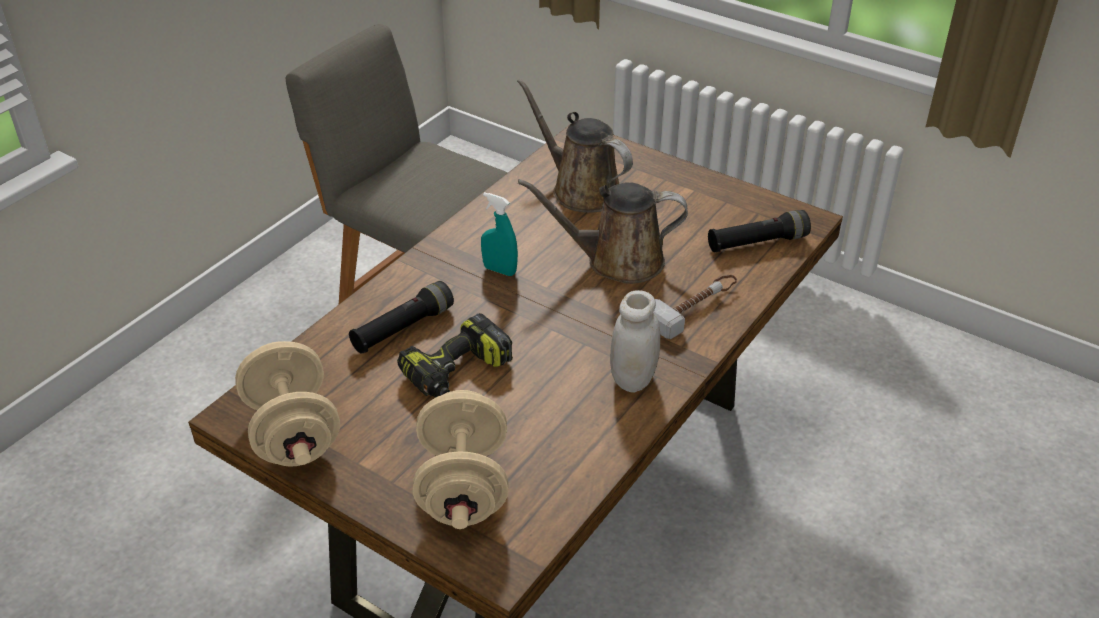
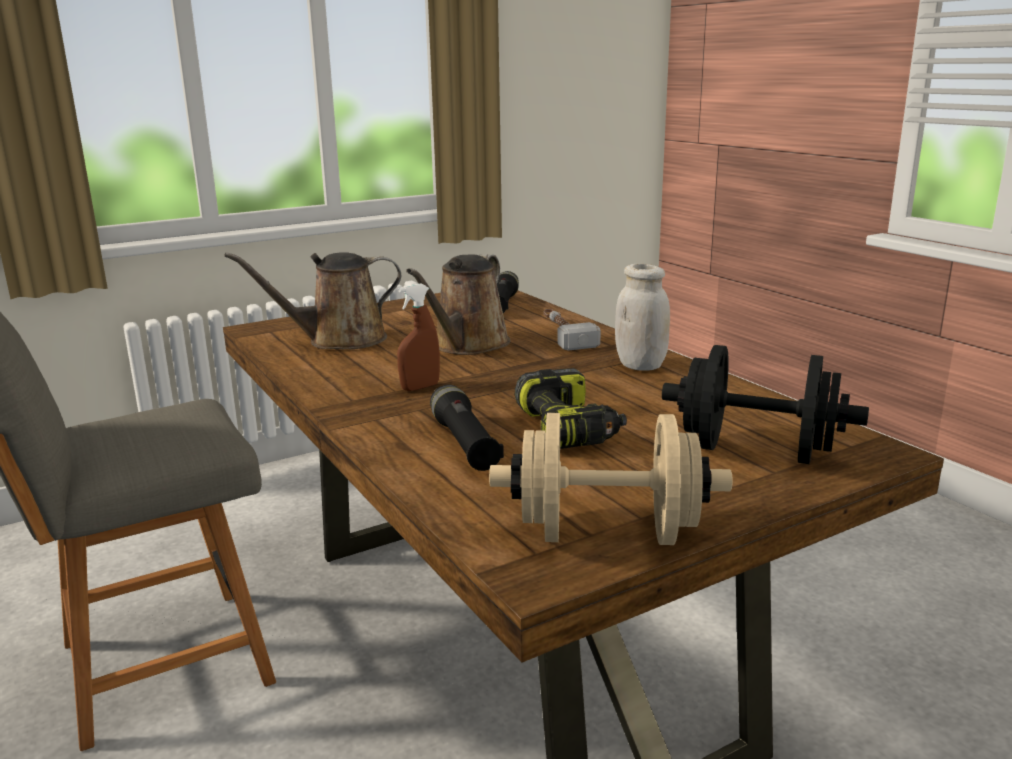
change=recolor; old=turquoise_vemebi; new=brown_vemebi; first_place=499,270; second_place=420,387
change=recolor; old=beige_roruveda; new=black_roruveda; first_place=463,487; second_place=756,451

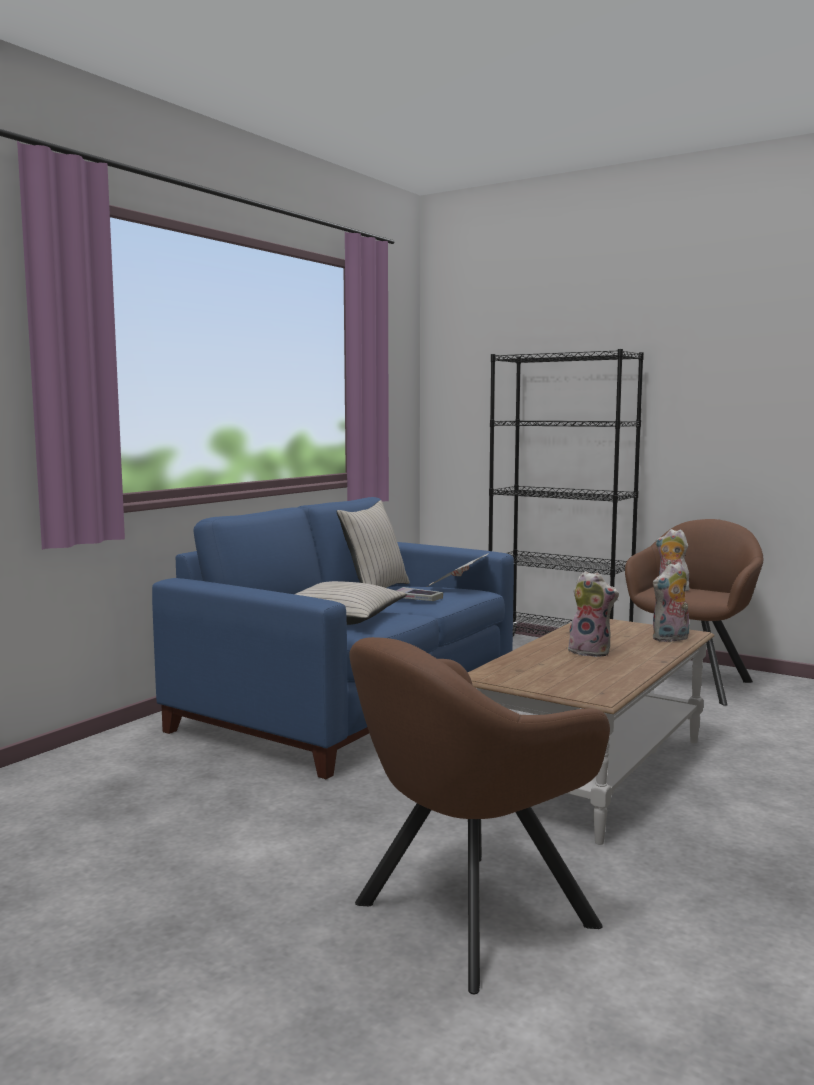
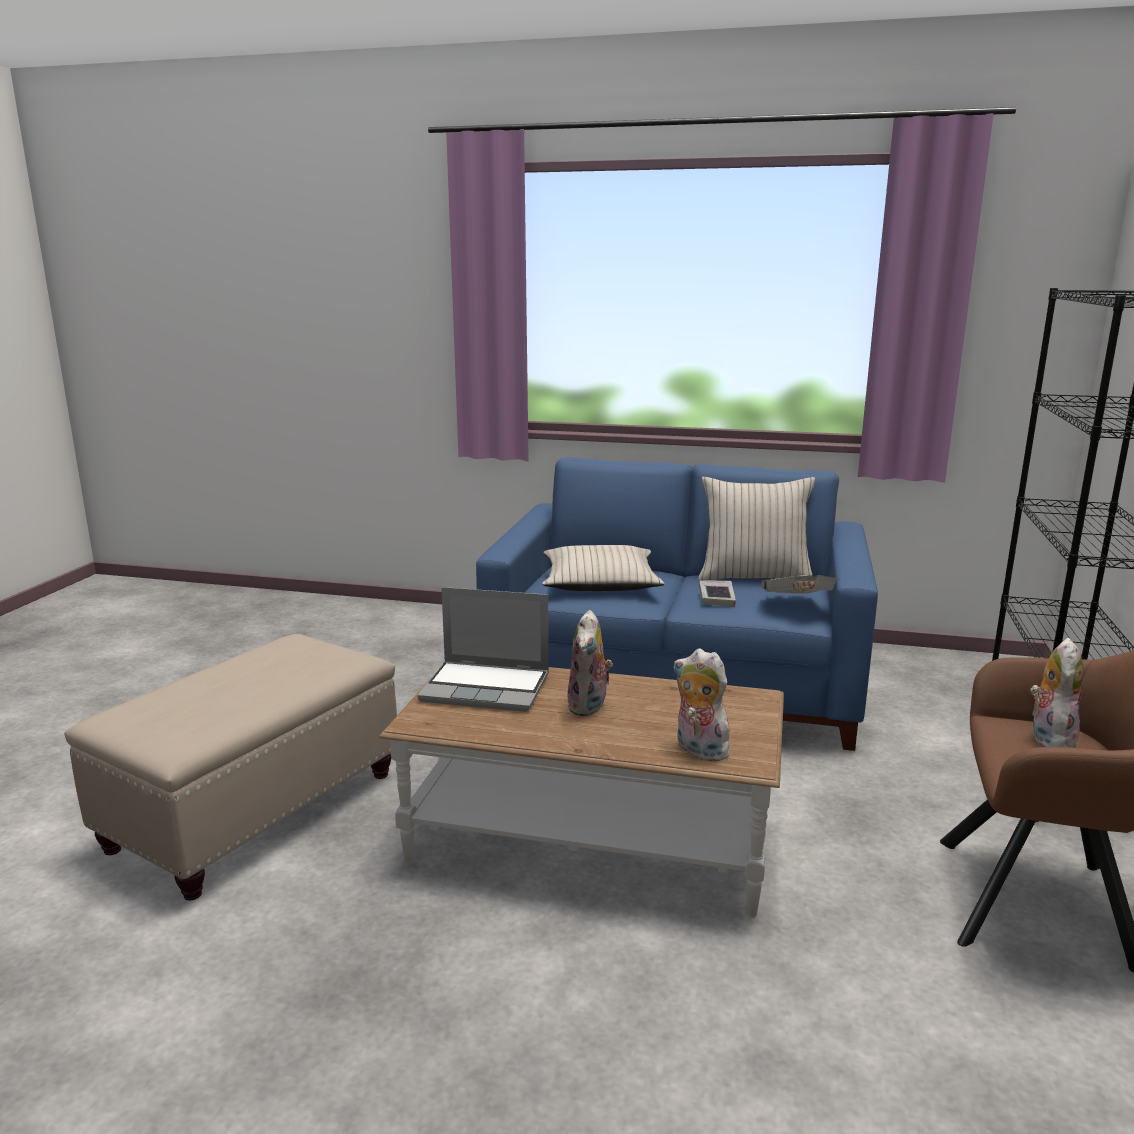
change=replace; old=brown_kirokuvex; new=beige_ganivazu; first_place=463,919; second_place=257,809
change=insert; new=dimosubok; second_place=488,688

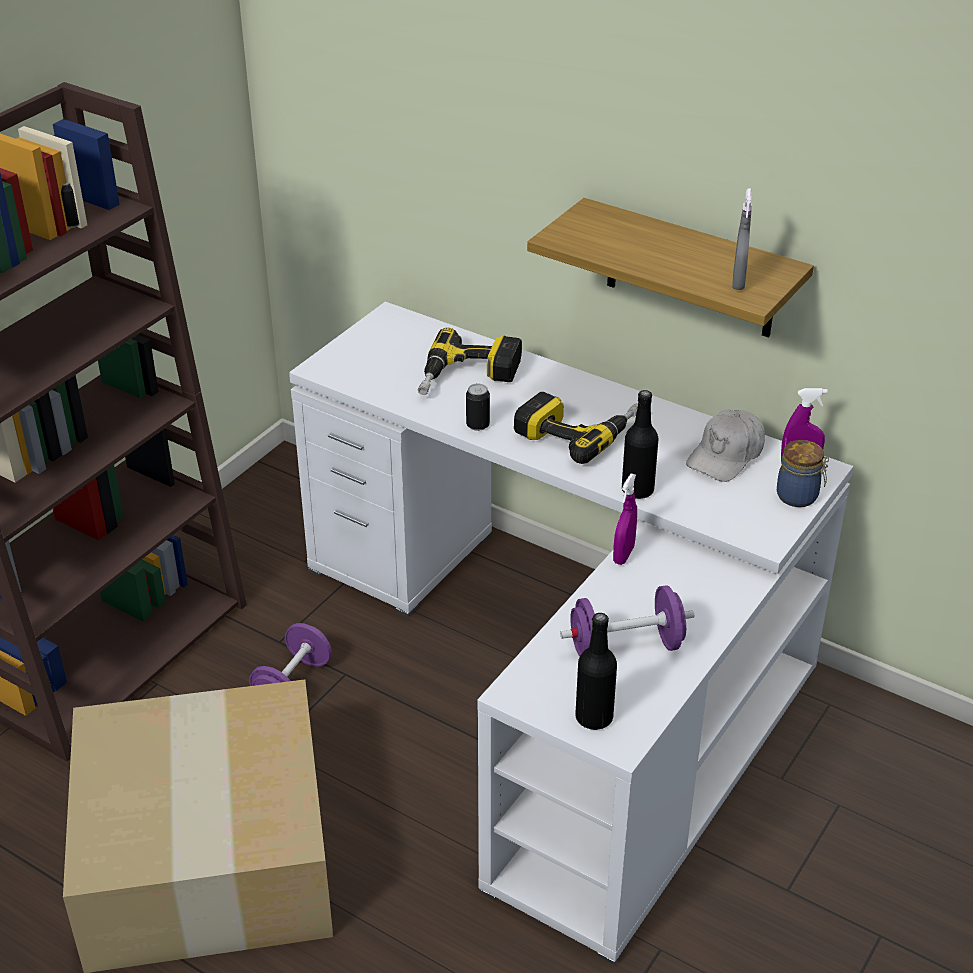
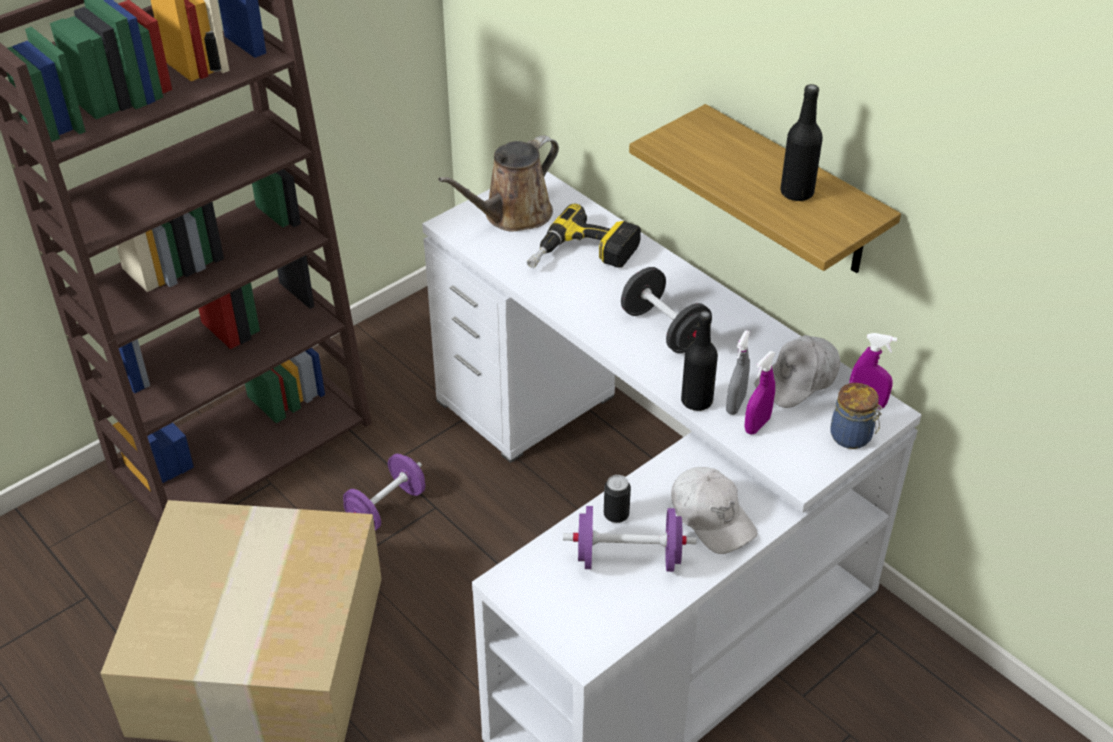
change=move; old=grey_vemebi; first_place=738,282; second_place=735,404
change=move; old=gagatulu; first_place=478,425; second_place=616,515
change=replace; old=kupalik; new=black_roruveda; first_place=578,431; second_place=664,330
change=move; old=purple_vemebi; first_place=623,555; second_place=757,425
change=move; old=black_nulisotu; first_place=594,717; second_place=797,193
change=insert; new=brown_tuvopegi; second_place=512,215
change=insert; new=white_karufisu; second_place=712,517

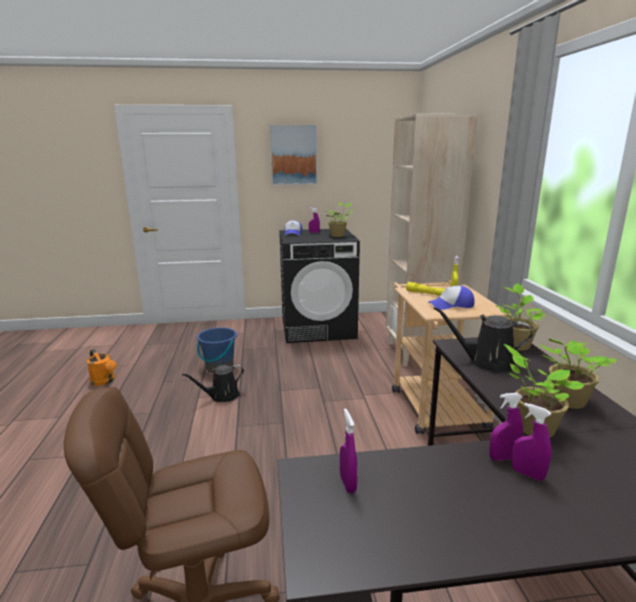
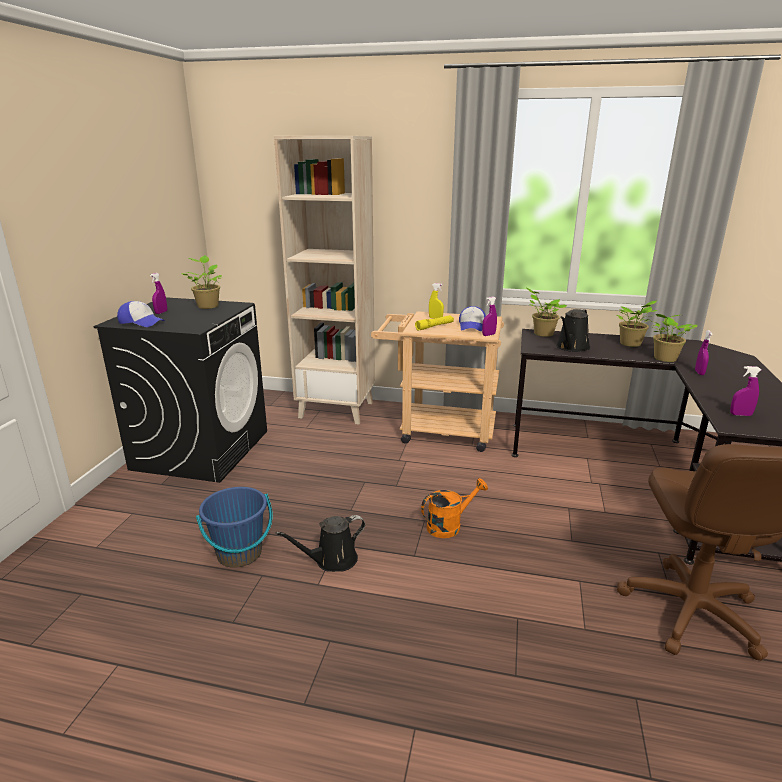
change=delete; old=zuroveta; first_place=293,155
change=move; old=orange_tuvopegi; first_place=105,381; second_place=449,525
change=rotate; old=black_tuvopegi; first_place=222,396; second_place=332,560; degrees=75
change=move; old=purple_vemebi; first_place=527,474; second_place=488,335

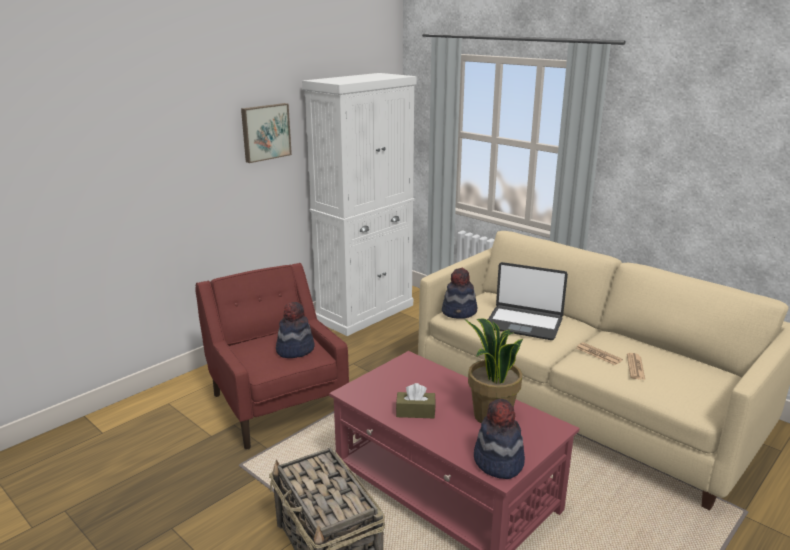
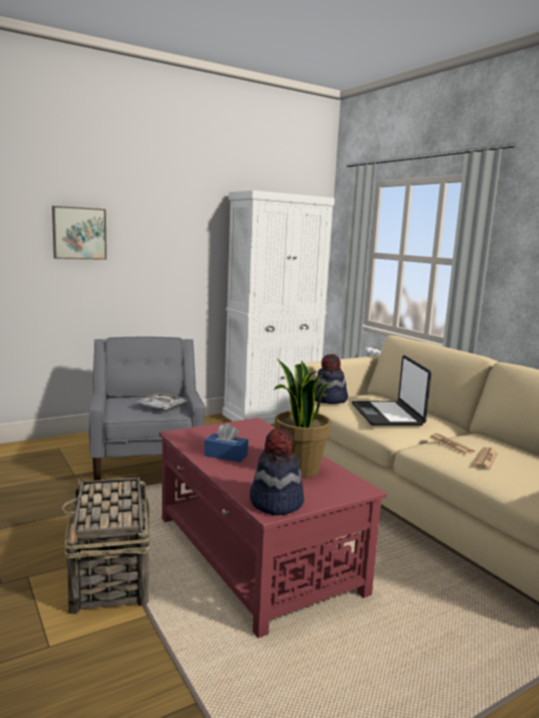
change=move; old=zuroveta; first_place=265,132; second_place=79,233
change=rotate; old=dimosubok; first_place=524,323; second_place=387,415; degrees=45
change=recolor; old=red_kirokuvex; new=grey_kirokuvex; first_place=277,404; second_place=146,463
change=replace; old=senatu; new=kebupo; first_place=295,349; second_place=161,406
change=recolor; old=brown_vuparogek; new=blue_vuparogek; first_place=415,412; second_place=226,455

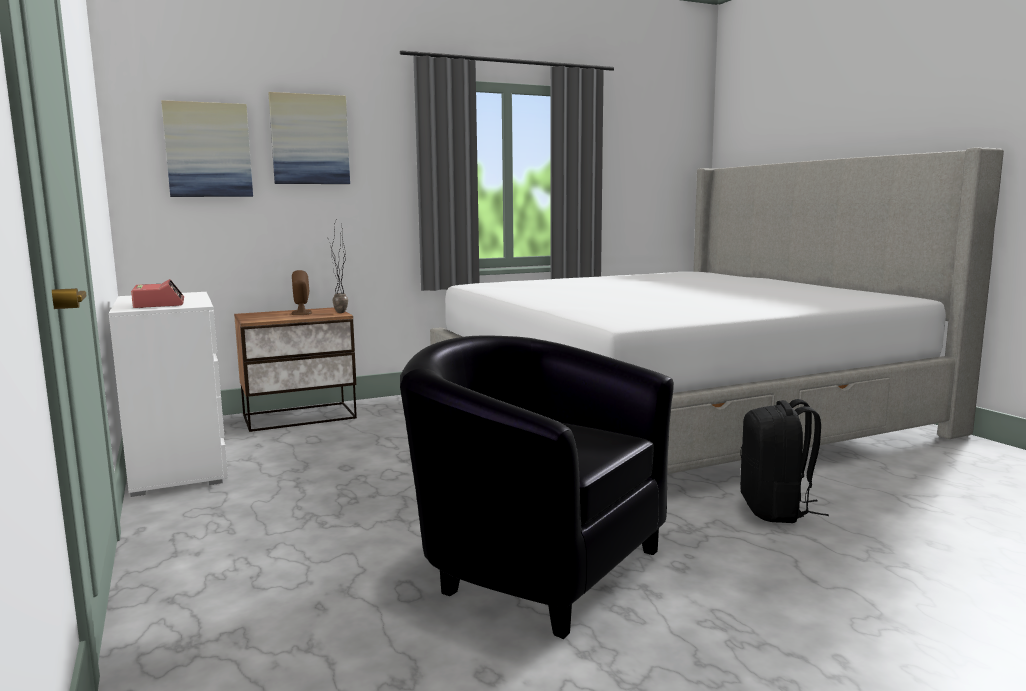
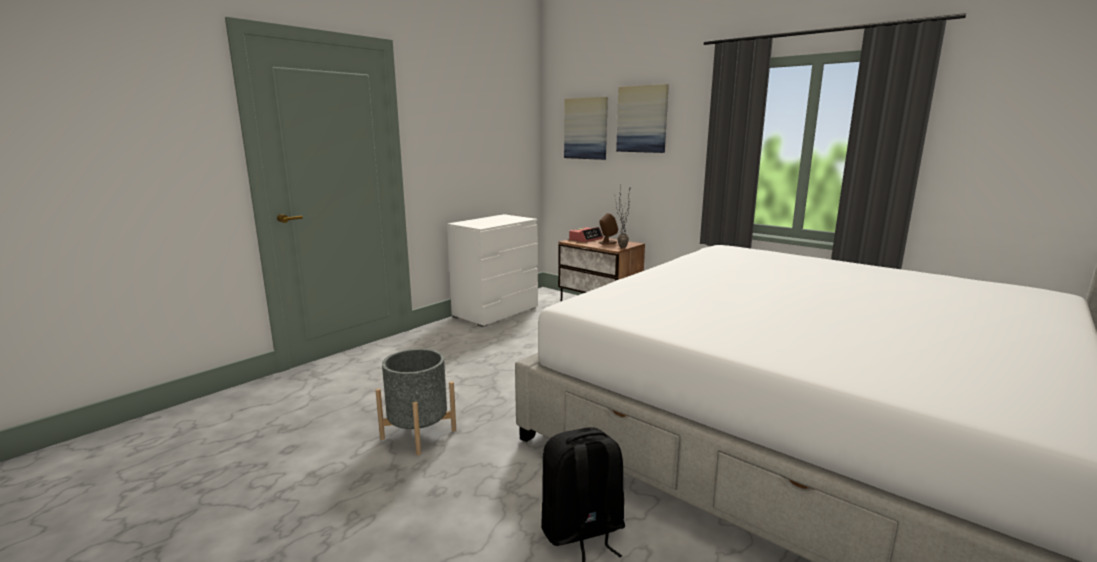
change=move; old=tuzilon; first_place=159,304; second_place=586,239
change=replace; old=black_kirokuvex; new=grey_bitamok; first_place=533,564; second_place=418,434

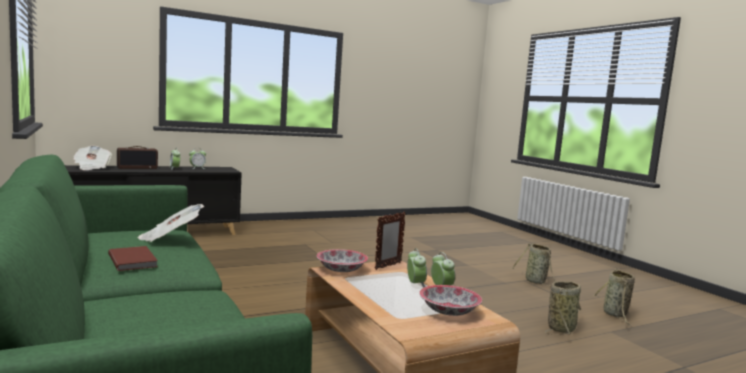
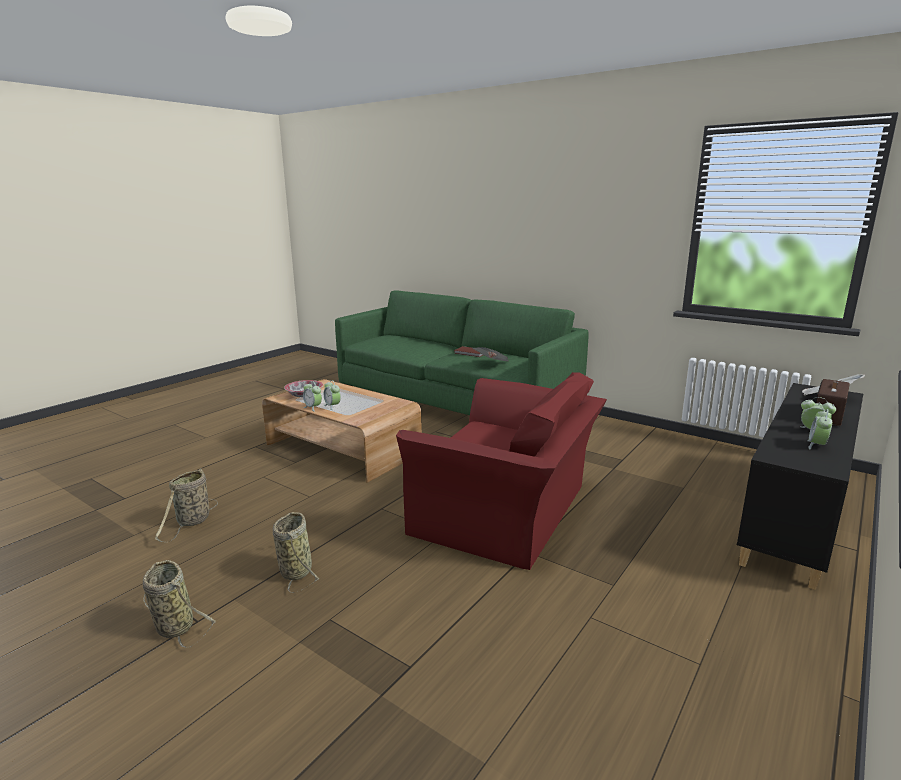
change=delete; old=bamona; first_place=387,266
change=delete; old=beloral; first_place=341,270
change=move; old=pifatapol; first_place=615,314; second_place=296,570
change=insert; new=red_kirokuvex; second_place=509,512

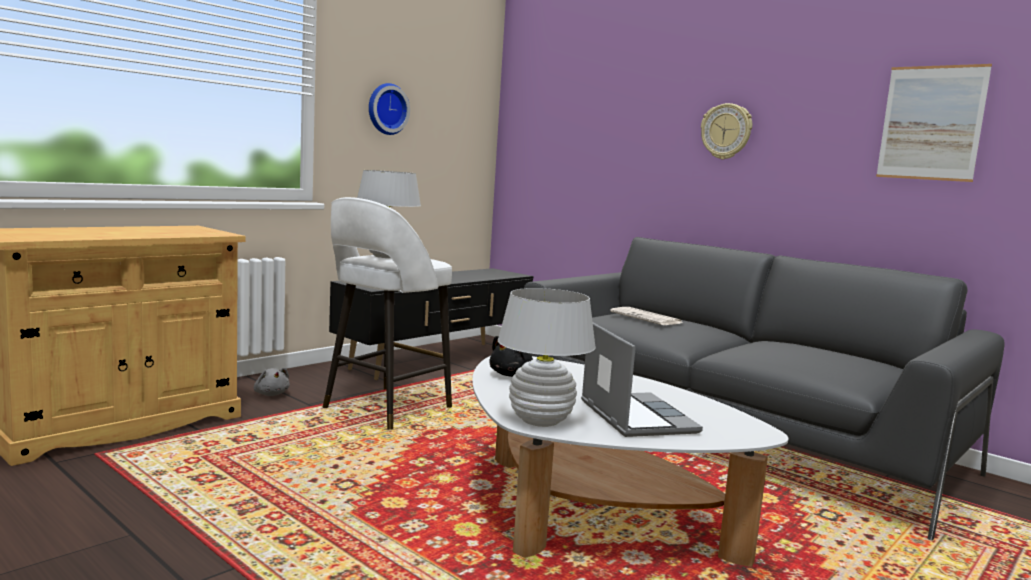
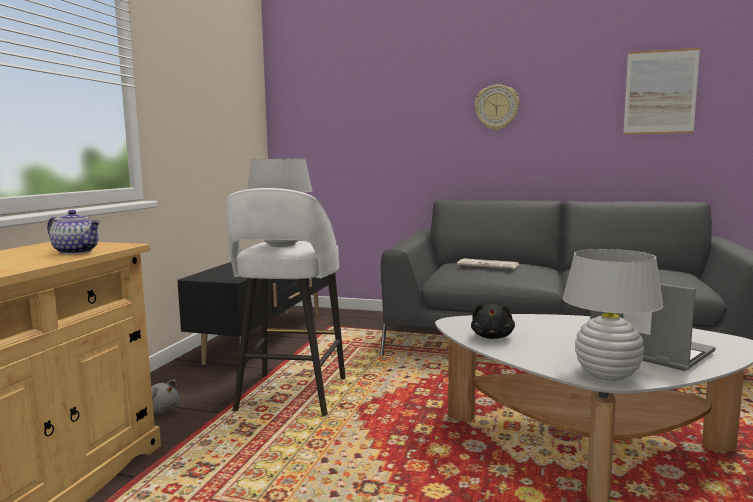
change=delete; old=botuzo; first_place=386,109
change=insert; new=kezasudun; second_place=77,252

